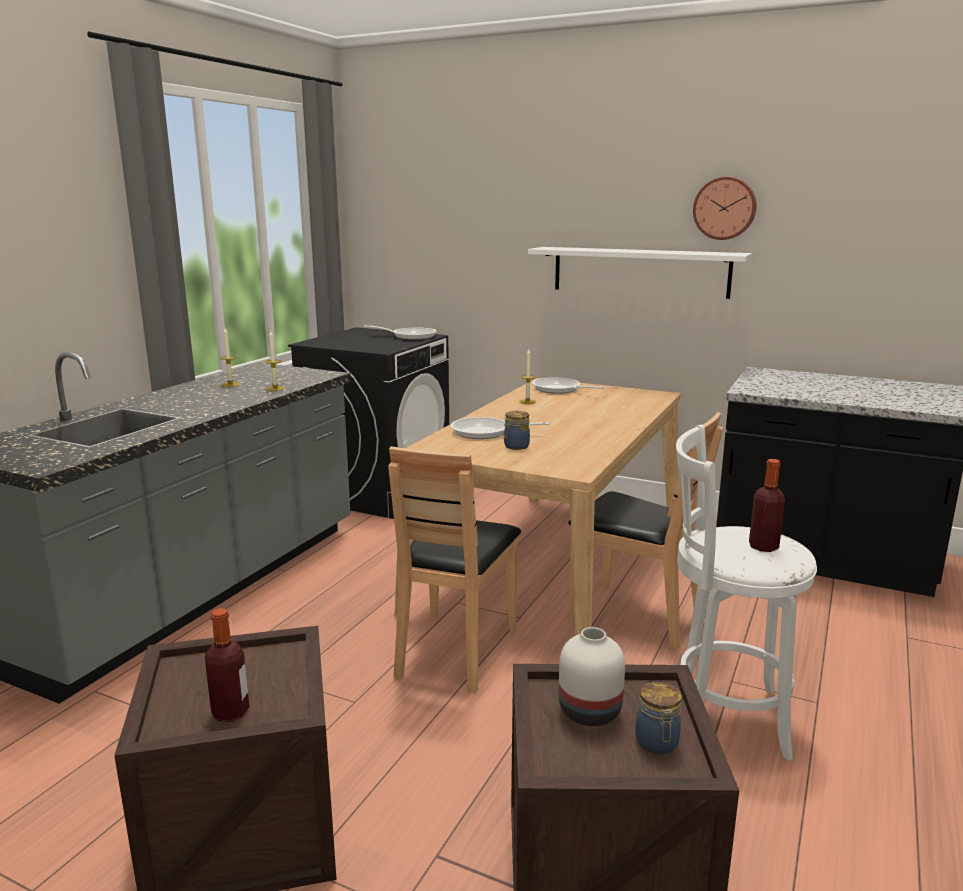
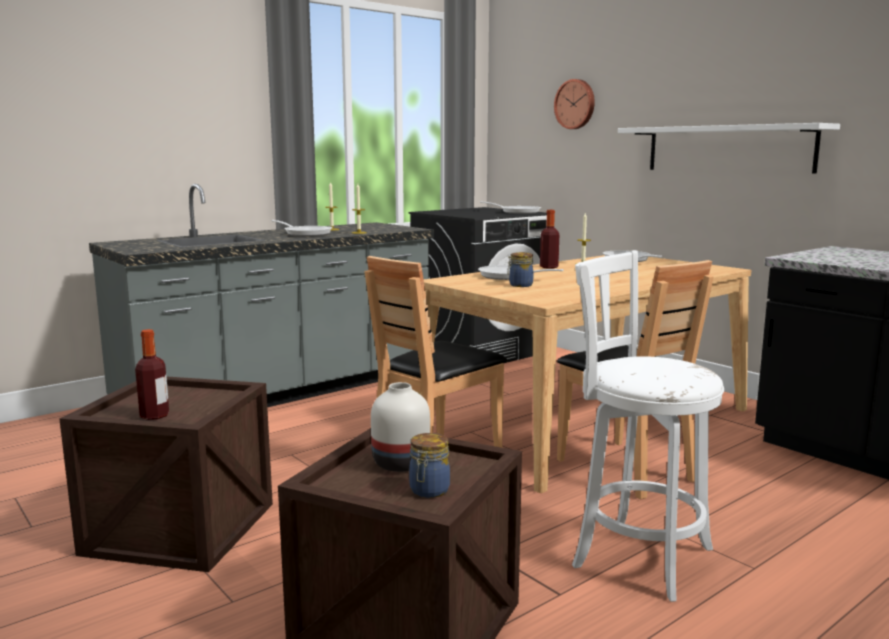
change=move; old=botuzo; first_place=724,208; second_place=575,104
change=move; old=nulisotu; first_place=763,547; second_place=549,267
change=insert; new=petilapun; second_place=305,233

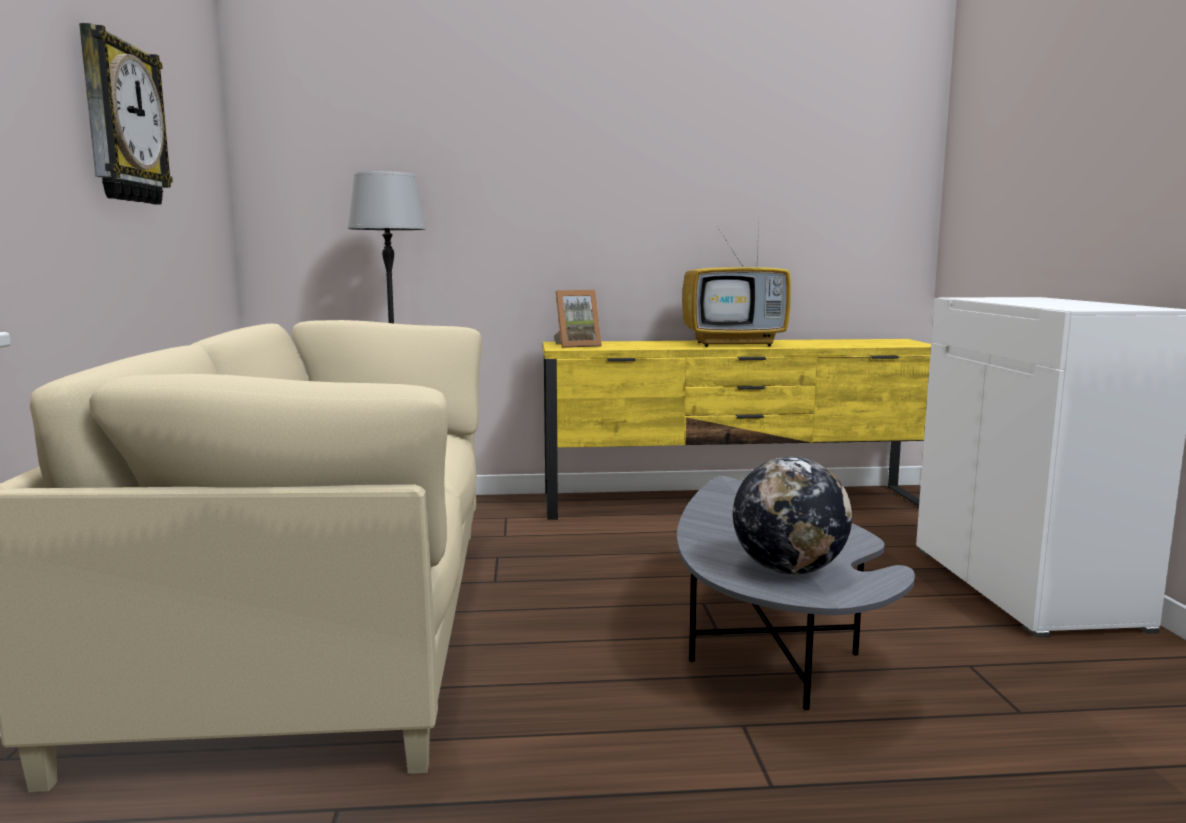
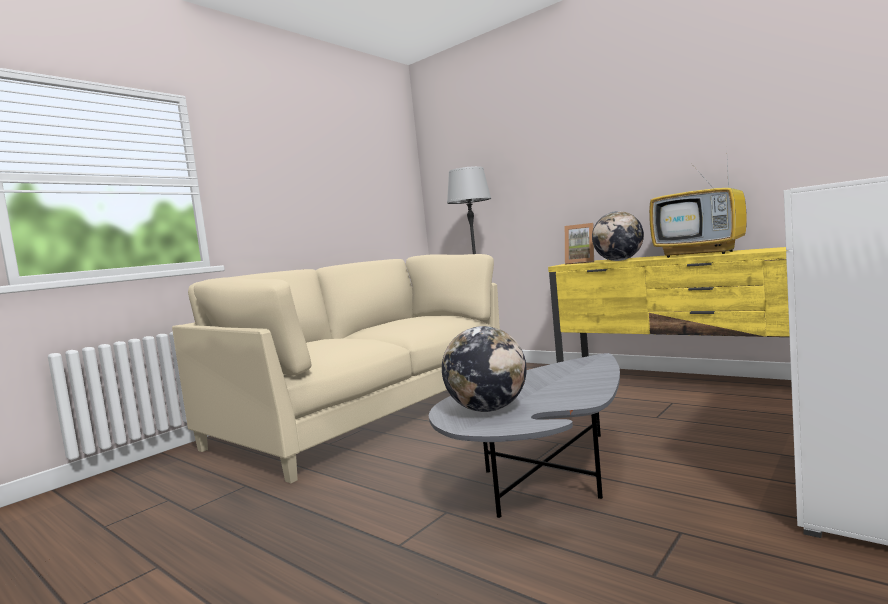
change=delete; old=botuzo; first_place=121,122
change=insert; new=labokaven; second_place=619,260

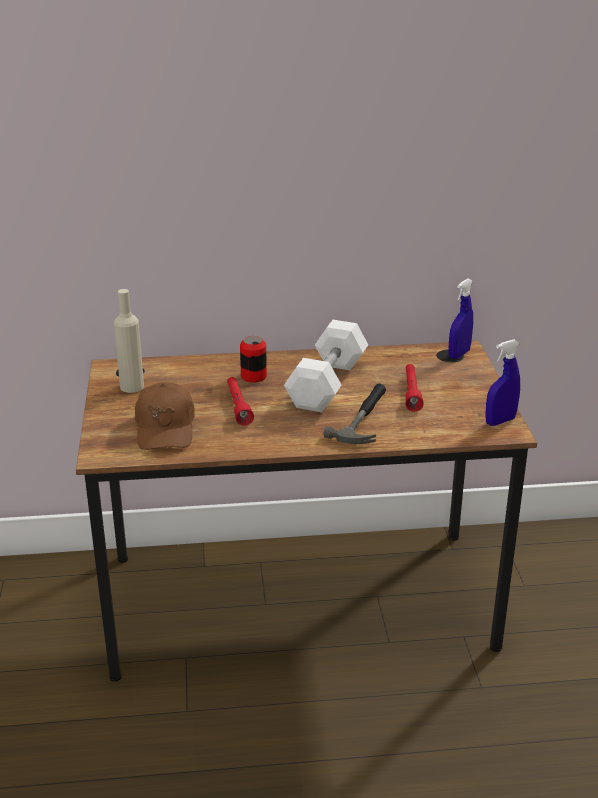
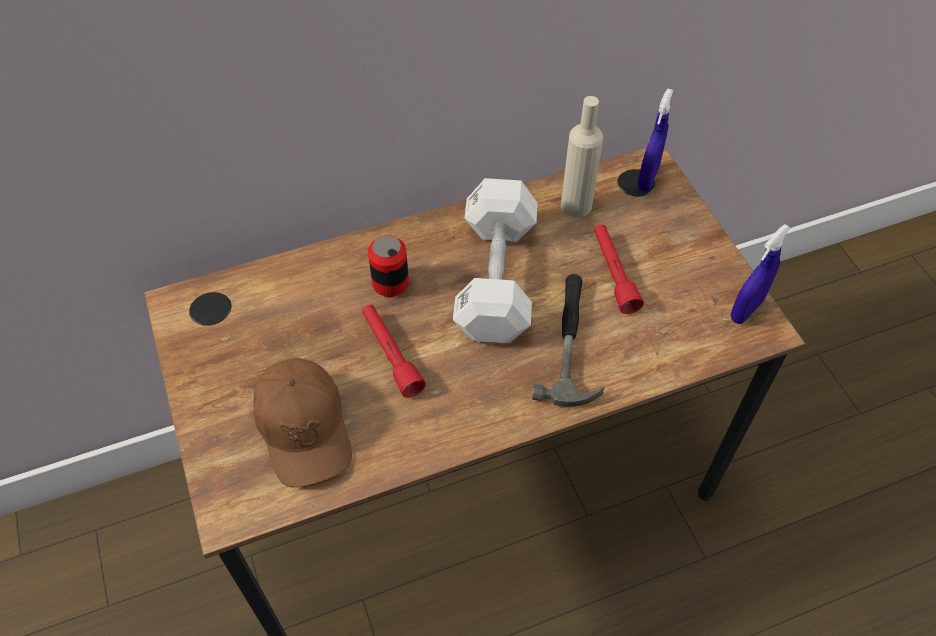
change=move; old=beige_nulisotu; first_place=132,386; second_place=576,205

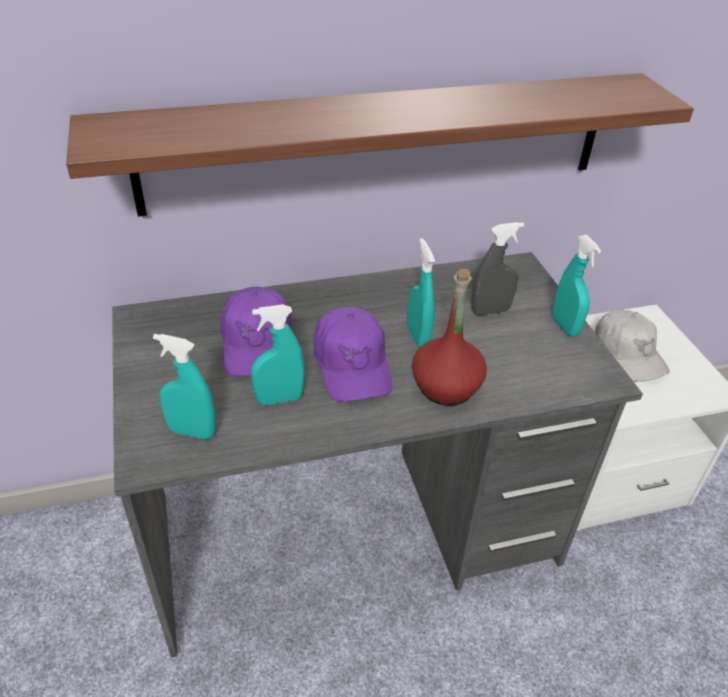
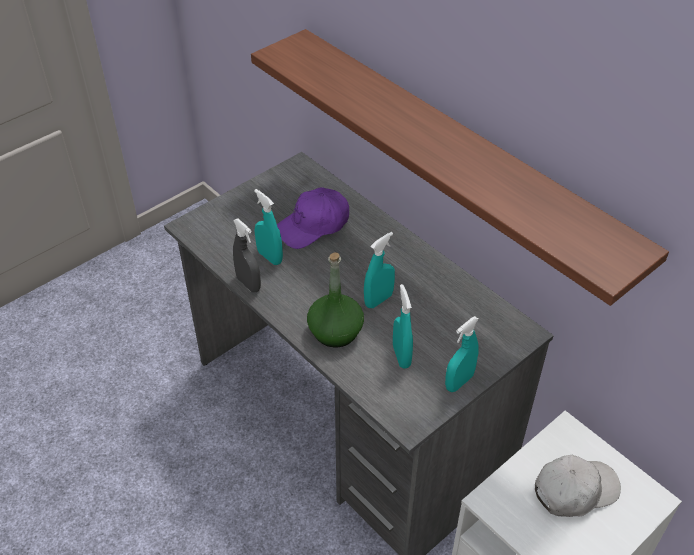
change=move; old=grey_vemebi; first_place=490,311; second_place=248,284
change=recolor; old=red_nulisotu; new=green_nulisotu; first_place=446,387; second_place=335,332
change=delete; old=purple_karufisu; first_place=352,365
change=rotate; old=white_karufisu; first_place=628,354; second_place=574,490; degrees=-150
change=move; old=turquoise_vemebi; first_place=192,432; second_place=401,356

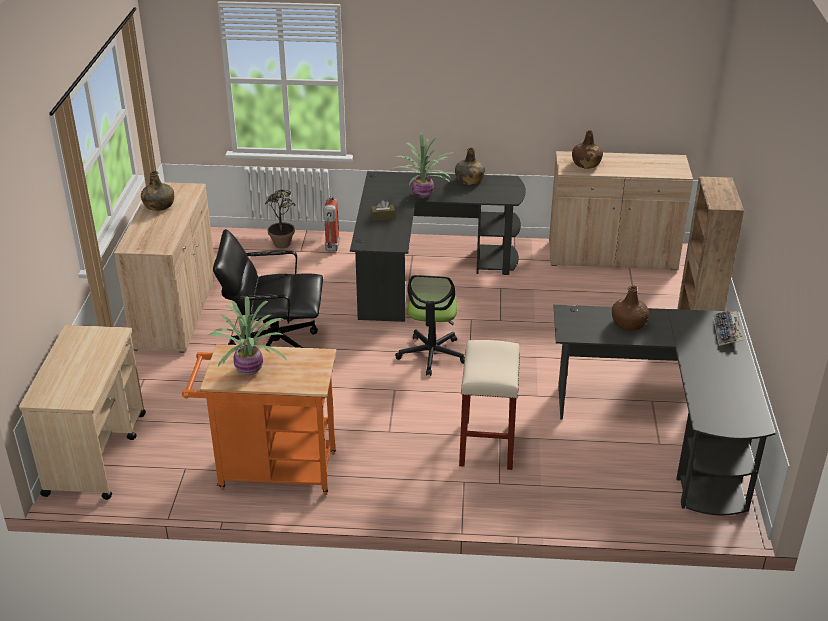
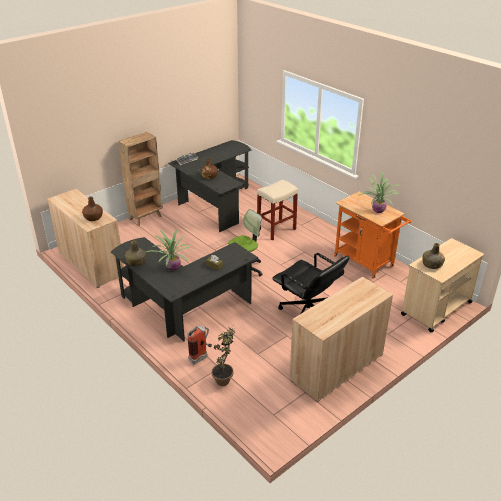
change=move; old=green_nulisotu; first_place=159,205; second_place=432,265

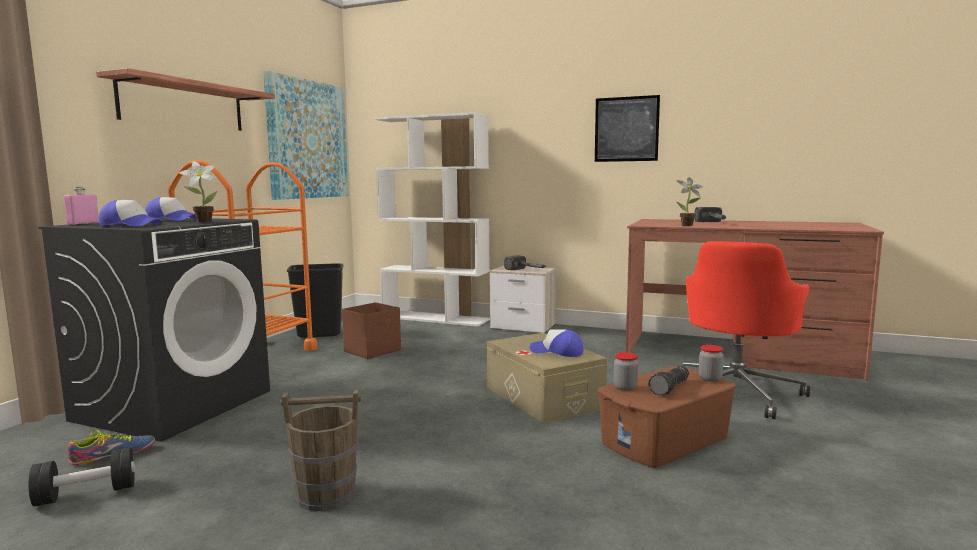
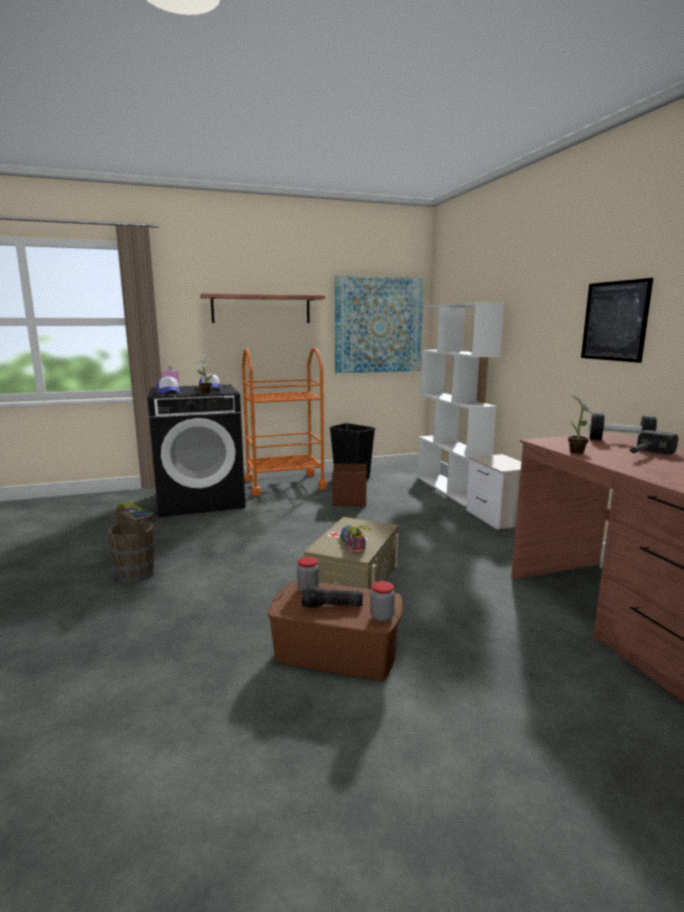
change=delete; old=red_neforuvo; first_place=737,392
change=delete; old=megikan; first_place=527,270
change=replace; old=karufisu; new=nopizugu; first_place=557,352; second_place=352,543
change=move; old=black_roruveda; first_place=86,494; second_place=620,441

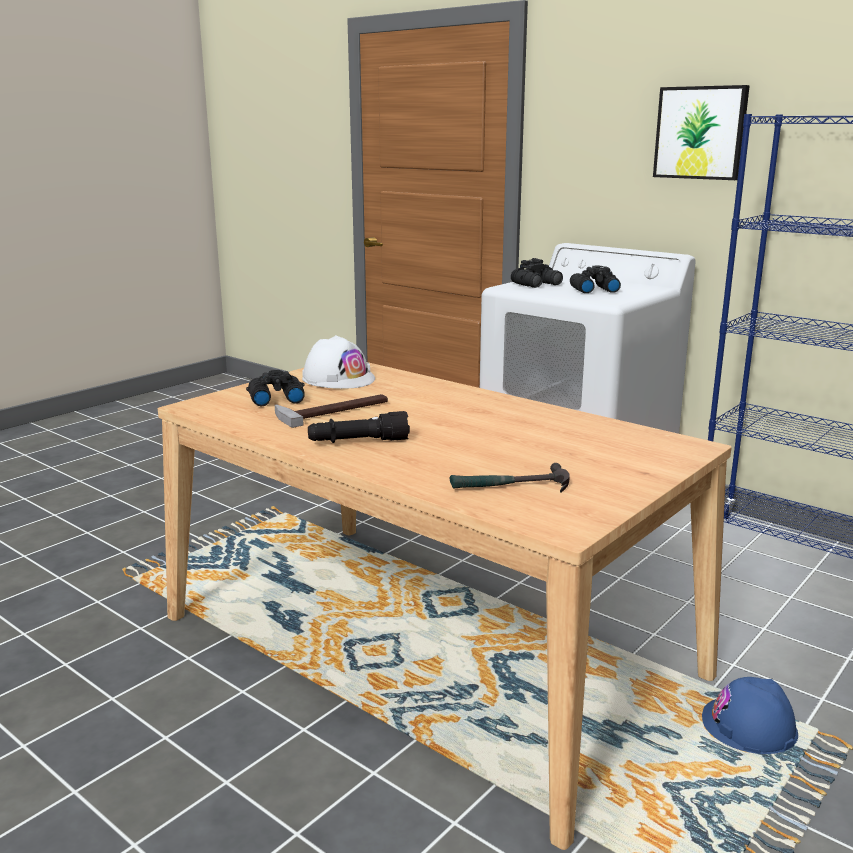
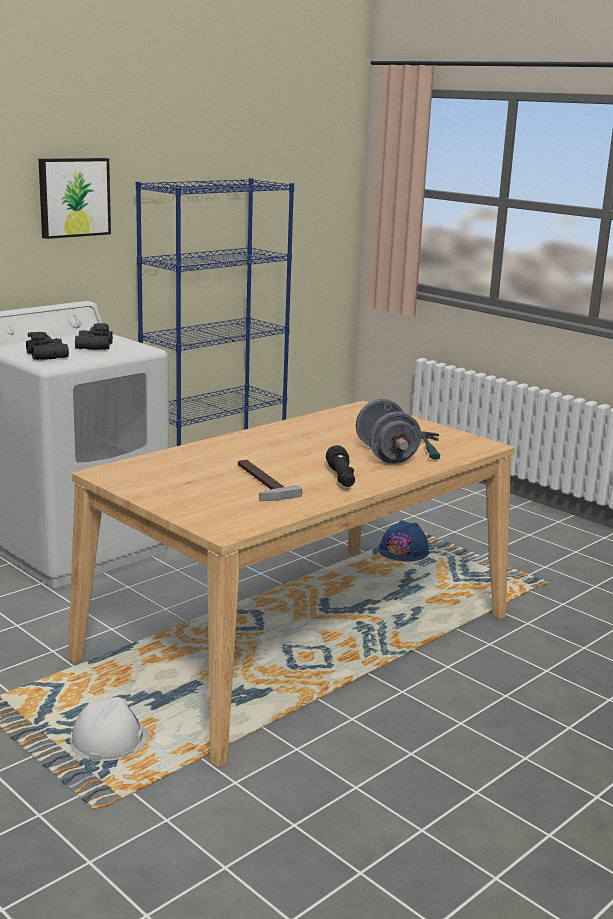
change=move; old=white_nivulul; first_place=338,378; second_place=109,739
change=delete; old=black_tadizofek; first_place=275,399
change=insert; new=grey_roruveda; second_place=386,455

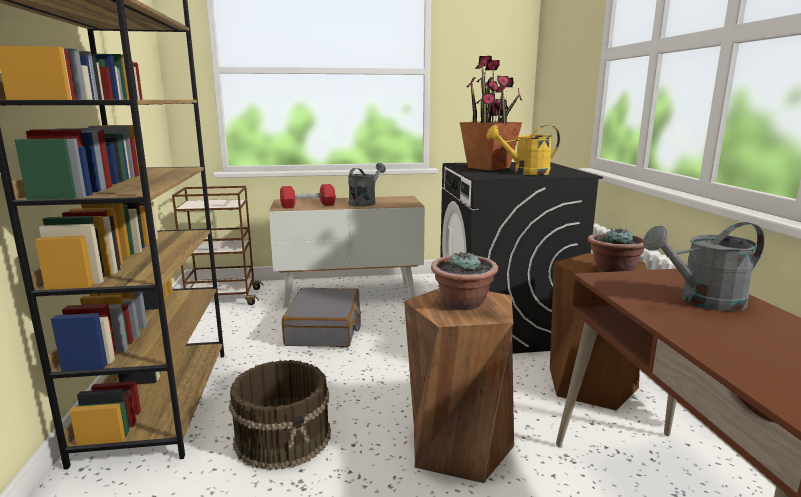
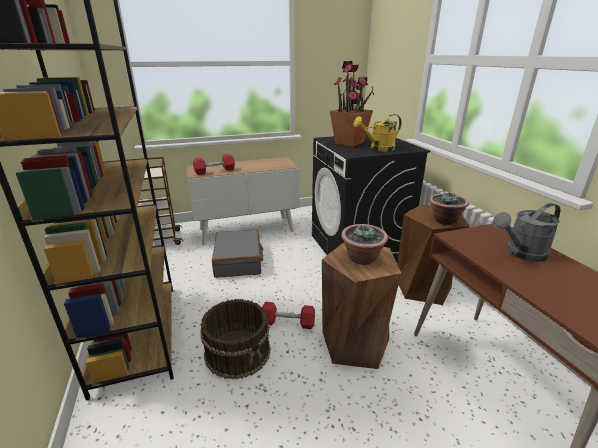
change=delete; old=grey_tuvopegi; first_place=365,202
change=insert; new=red_roruveda; second_place=288,323

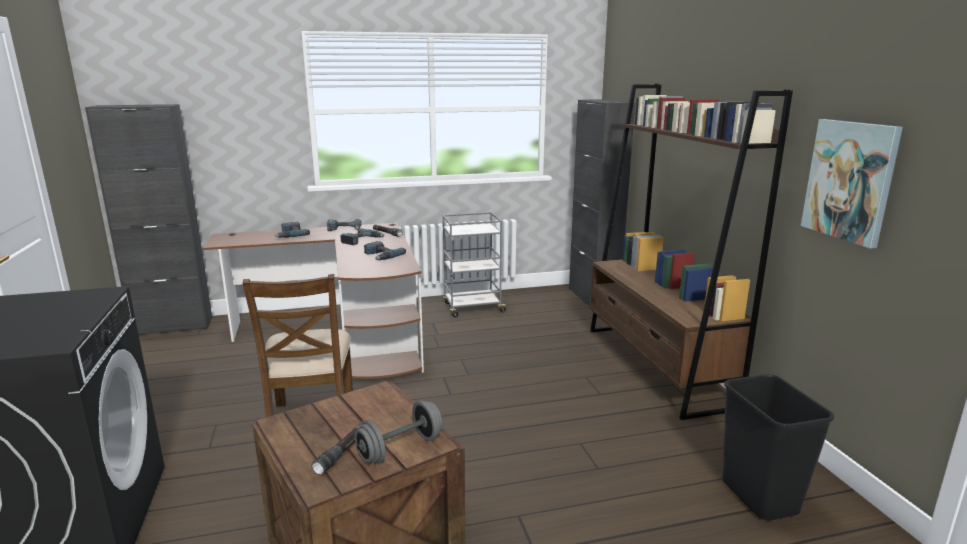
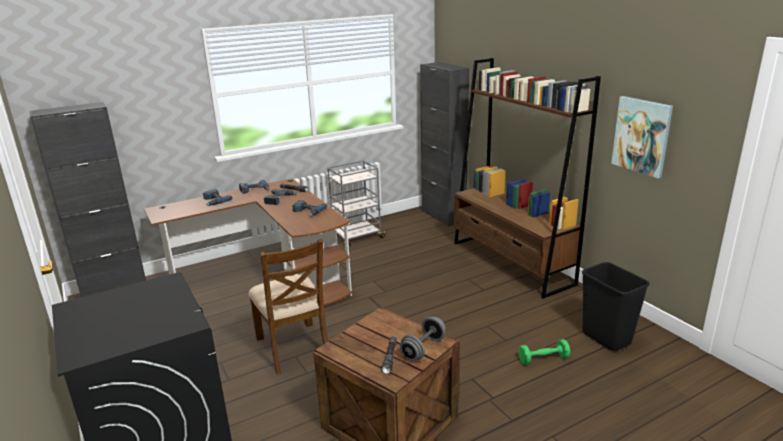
change=insert; new=green_roruveda; second_place=543,359

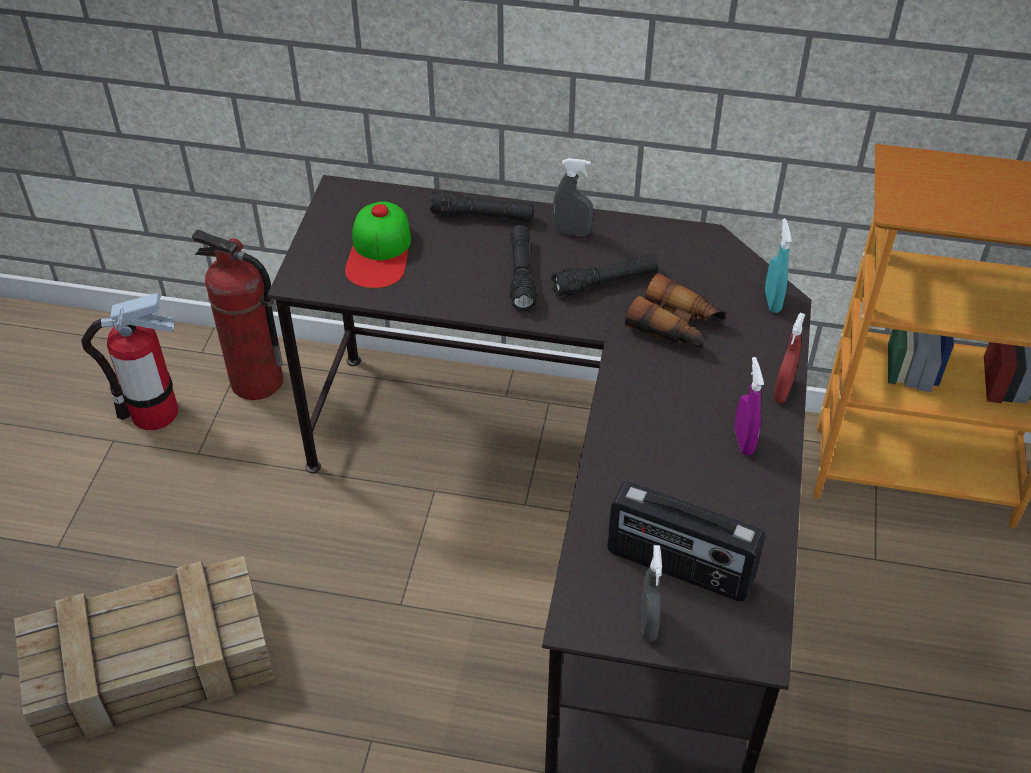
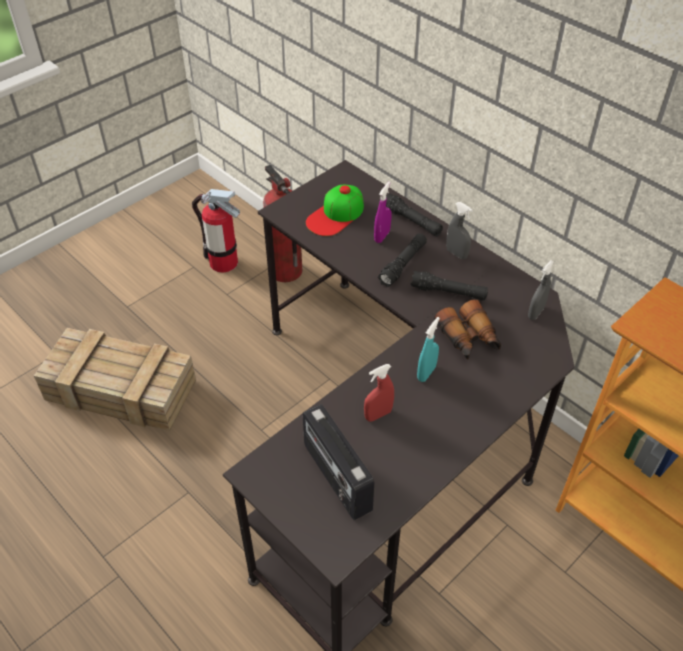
change=move; old=turquoise_vemebi; first_place=772,301; second_place=426,373
change=move; old=red_vemebi; first_place=782,391; second_place=378,414
change=move; old=purple_vemebi; first_place=743,441; second_place=382,236
change=move; old=grey_vemebi; first_place=648,623; second_place=536,312

